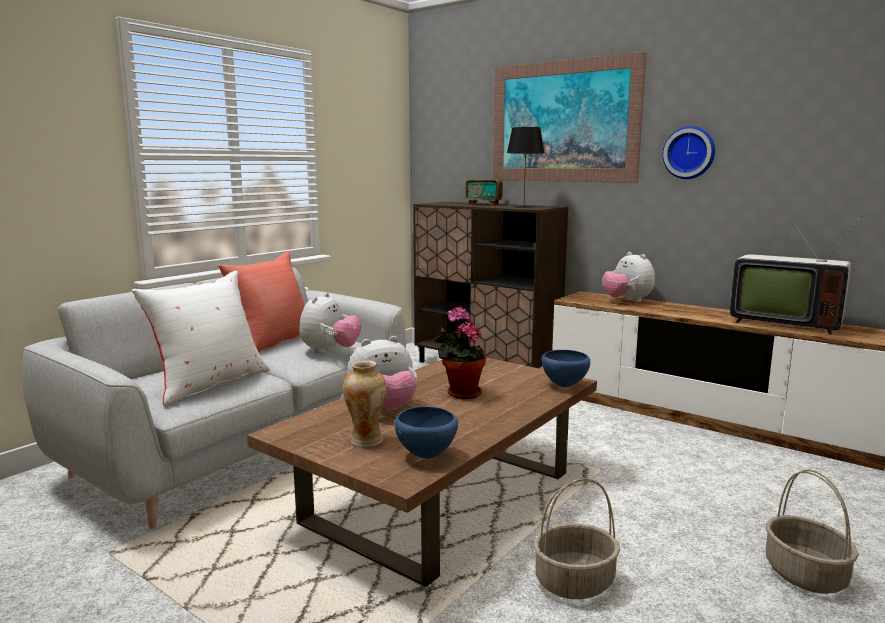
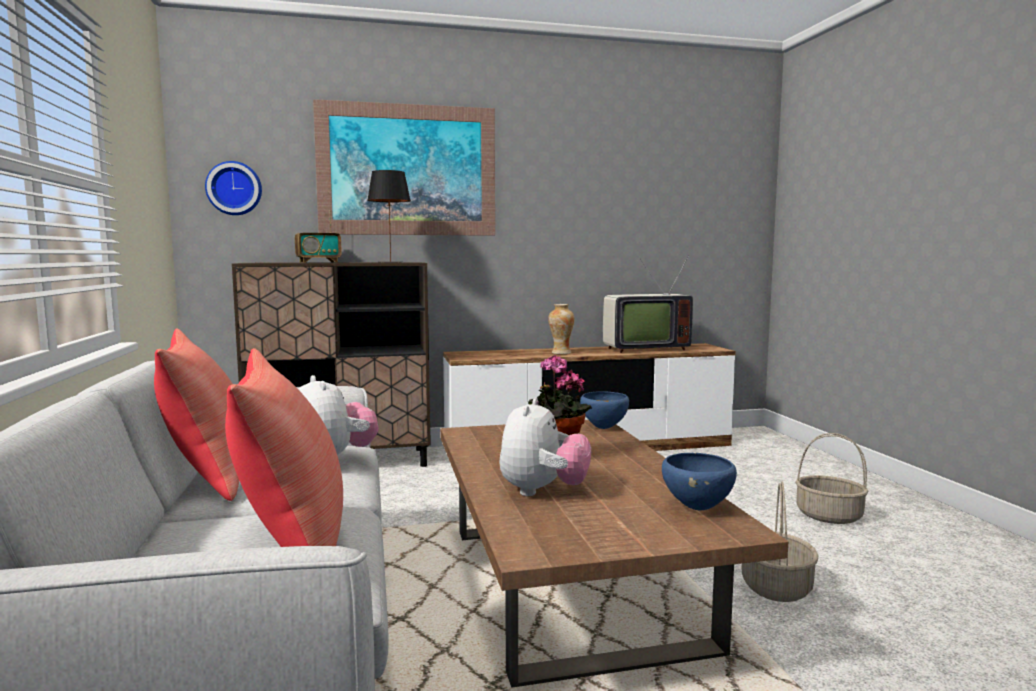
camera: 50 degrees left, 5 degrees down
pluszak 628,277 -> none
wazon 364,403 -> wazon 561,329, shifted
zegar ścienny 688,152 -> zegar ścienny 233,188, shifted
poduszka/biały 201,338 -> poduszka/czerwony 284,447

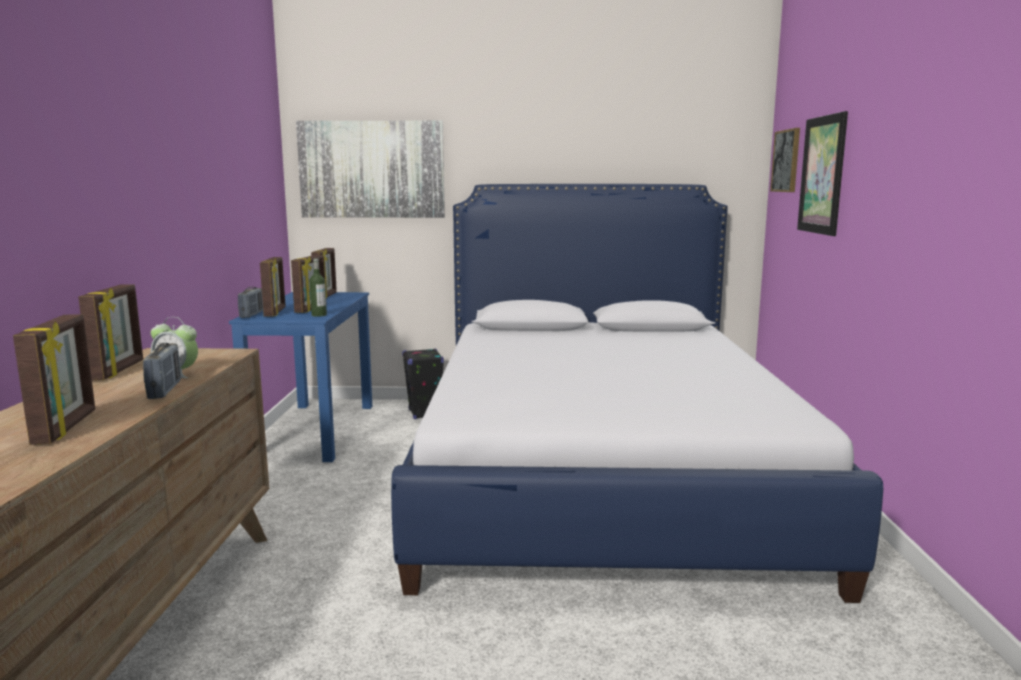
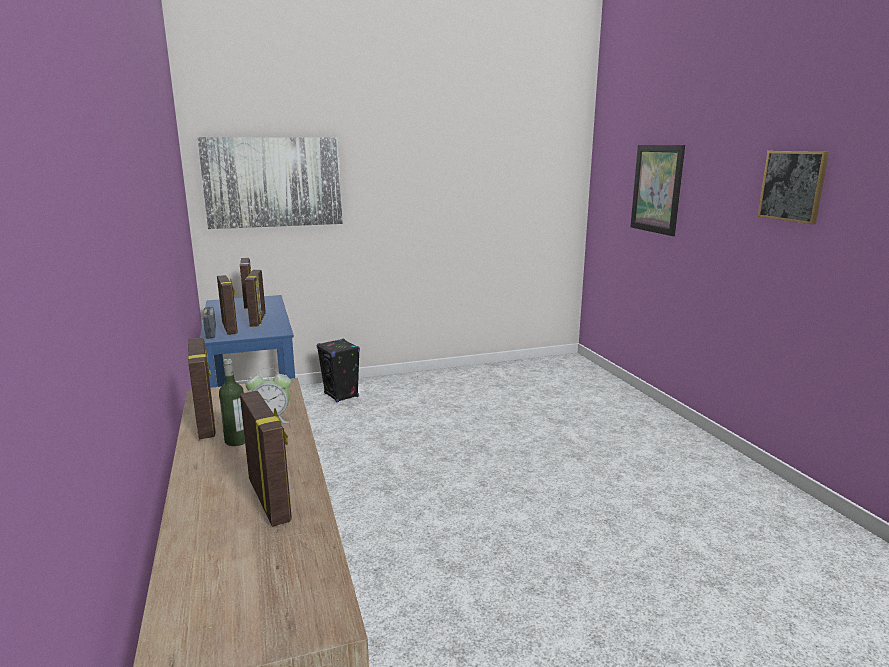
camera: 20 degrees left, 5 degrees up
radio 162,371 -> none
łóżko 637,393 -> none
butelka 318,287 -> butelka 232,402, shifted
obraz 785,160 -> obraz 793,187, shifted

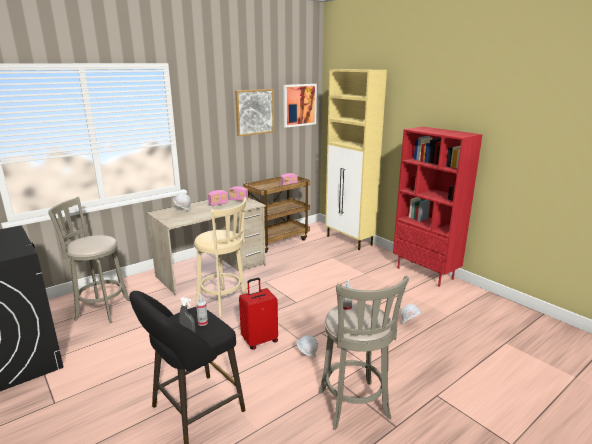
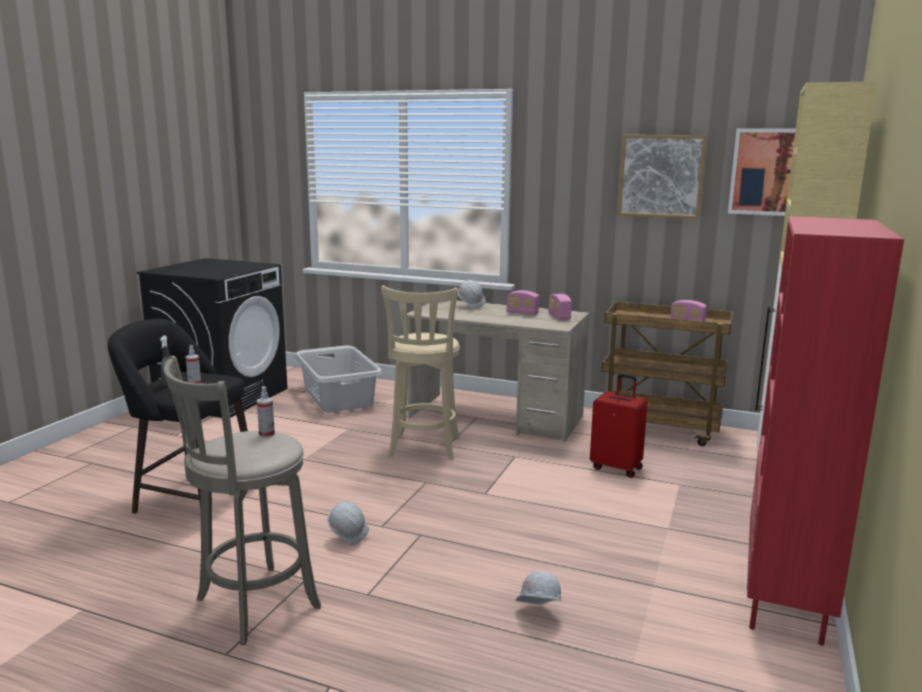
camera: 60 degrees right, 5 degrees down
walizka/czerwony 258,314 -> walizka/czerwony 619,426, shifted
stołek/szary 89,260 -> kosz na pranie/szary 338,379

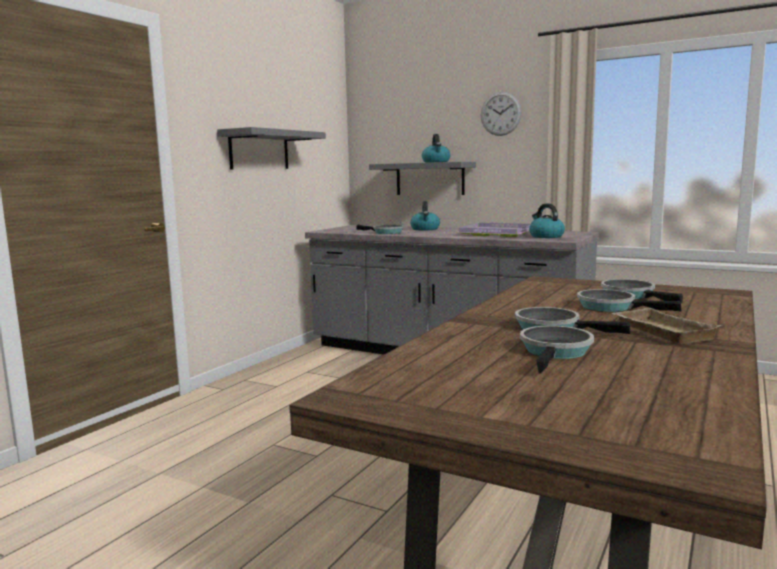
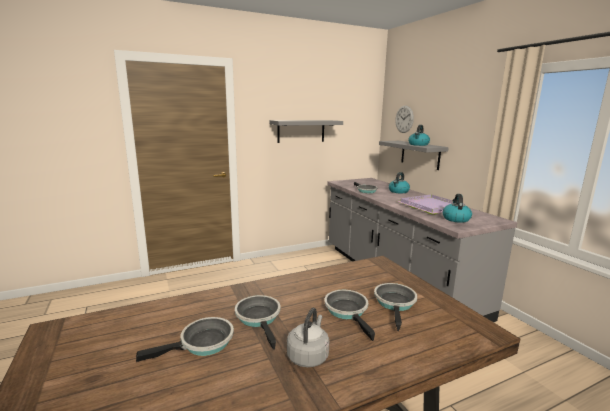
camera: 35 degrees right, 5 degrees up
zegar ścienny 501,114 -> zegar ścienny 404,119, shifted
taca/beżowy 666,326 -> czajnik/szary 308,337

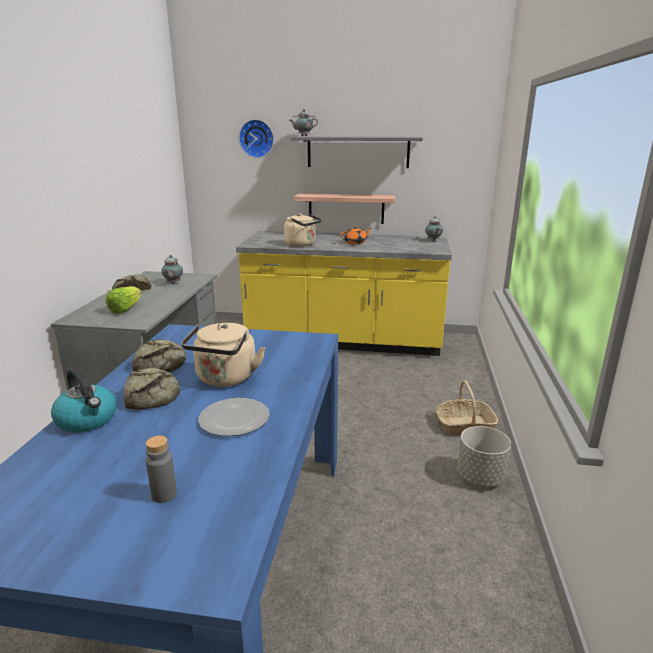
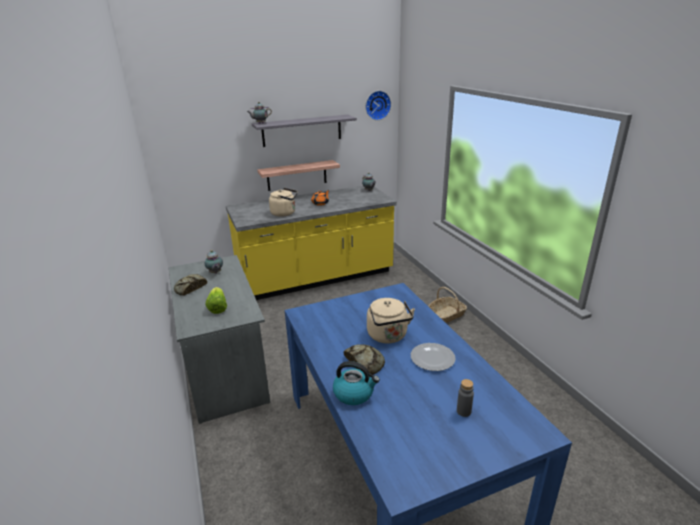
camera: 30 degrees left, 5 degrees up
chleb 159,355 -> none
donica/szary 484,456 -> none
zegar ścienny 256,138 -> zegar ścienny 378,105, shifted

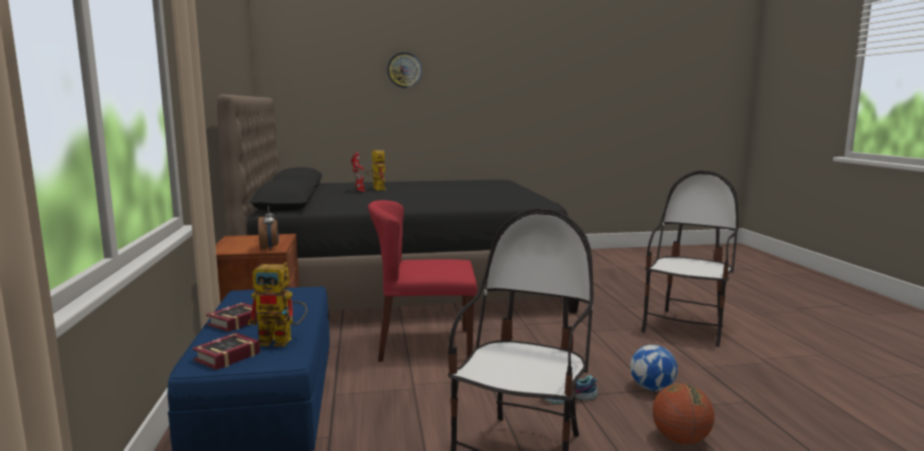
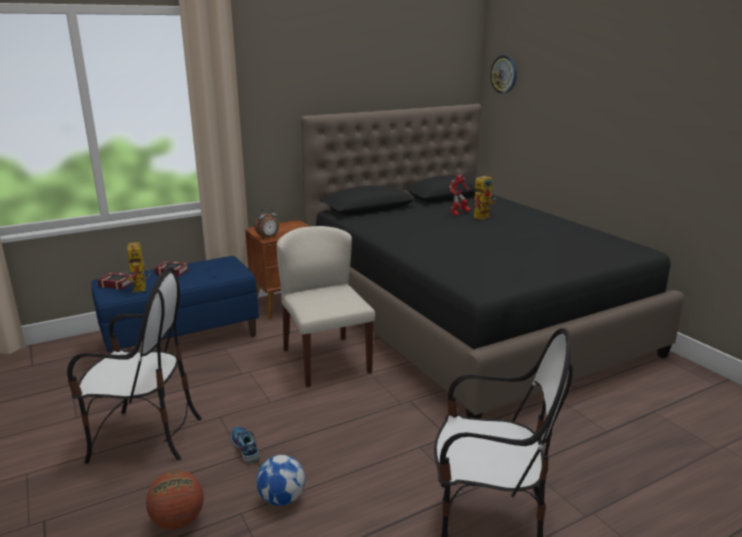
camera: 70 degrees right, 10 degrees up
zegar ścienny 404,70 -> zegar ścienny 503,74, shifted
krzesło/czerwony 422,281 -> krzesło/beżowy 326,306

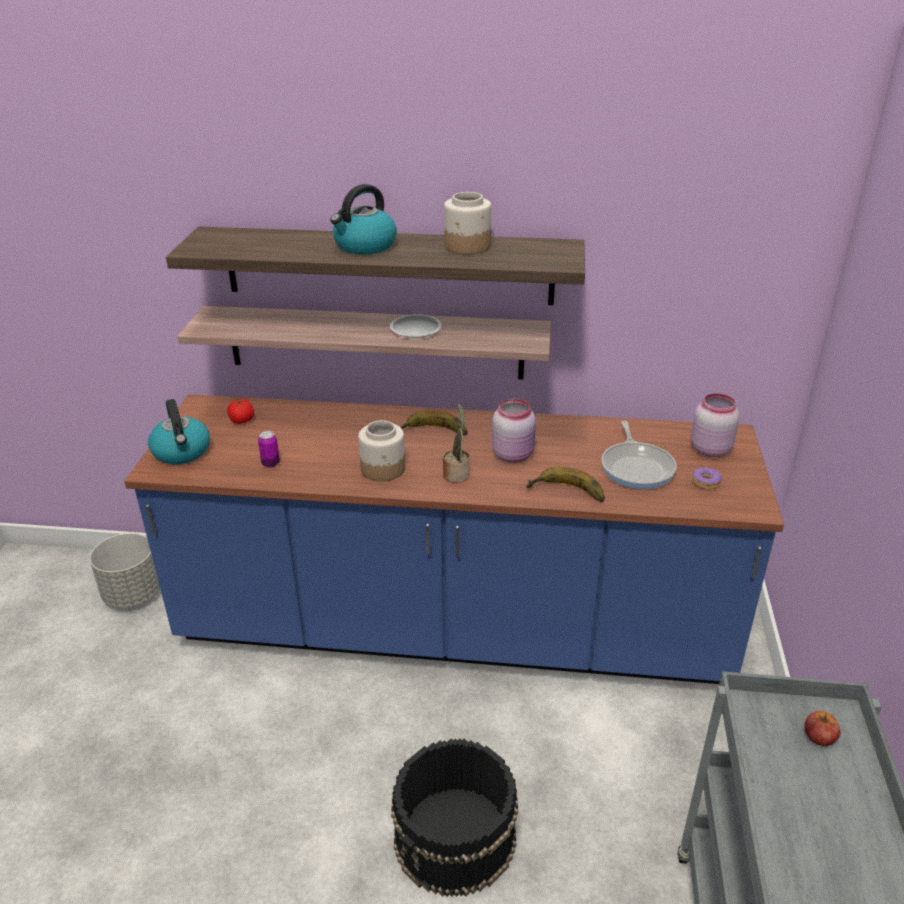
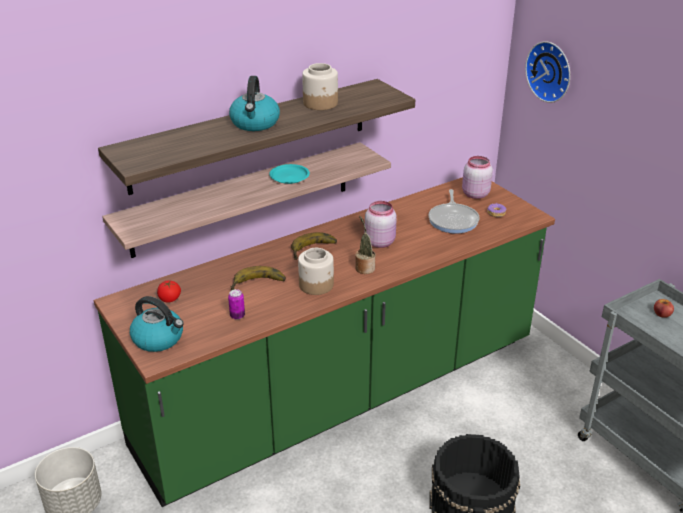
camera: 40 degrees left, 0 degrees up
none -> zegar ścienny 547,72
banan 565,484 -> banan 258,278, shifted
zabudowa kuchenna/niebieski 454,539 -> zabudowa kuchenna/zielony 324,342
talerz/biały 415,326 -> talerz/turkusowy 289,174
patelnia 639,454 -> patelnia 453,211, 45 degrees clockwise

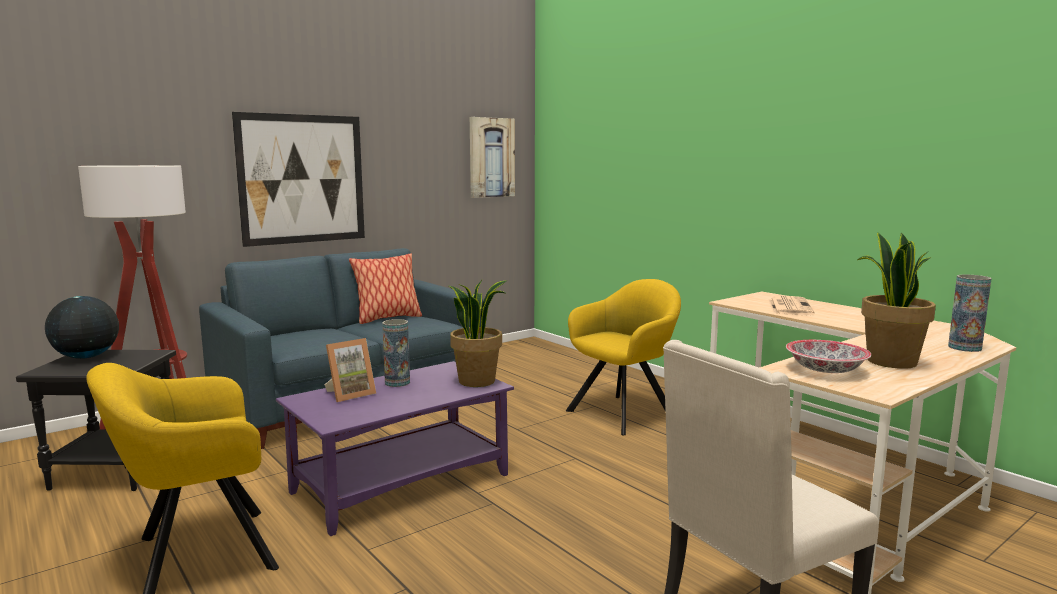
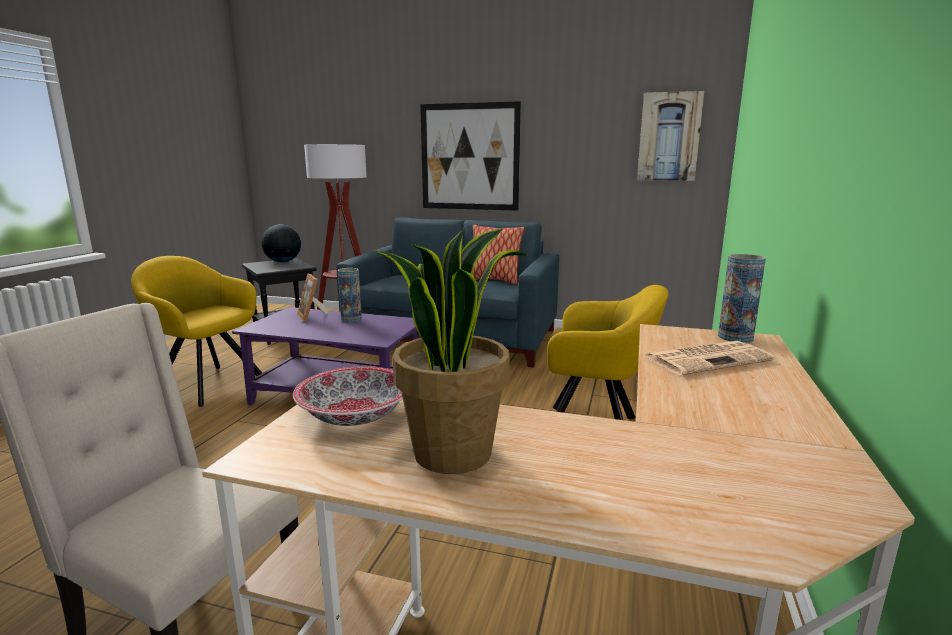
camera: 55 degrees right, 5 degrees up
roślina doniczkowa 478,333 -> none
wazon 970,313 -> wazon 742,298, shifted
ramka na zdjęcie 350,370 -> ramka na zdjęcie 312,298, 45 degrees clockwise

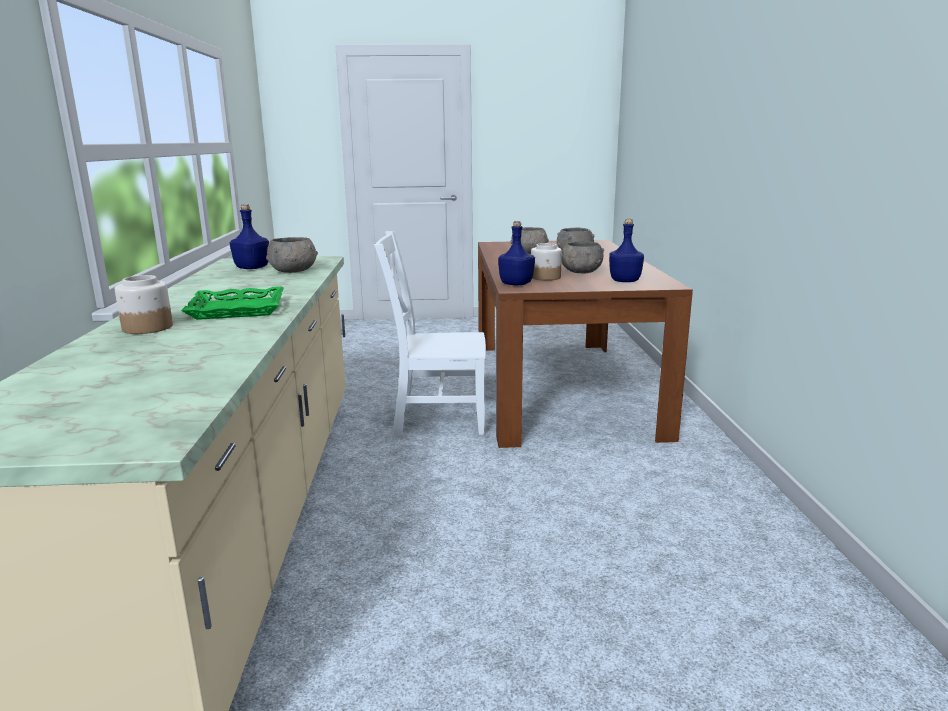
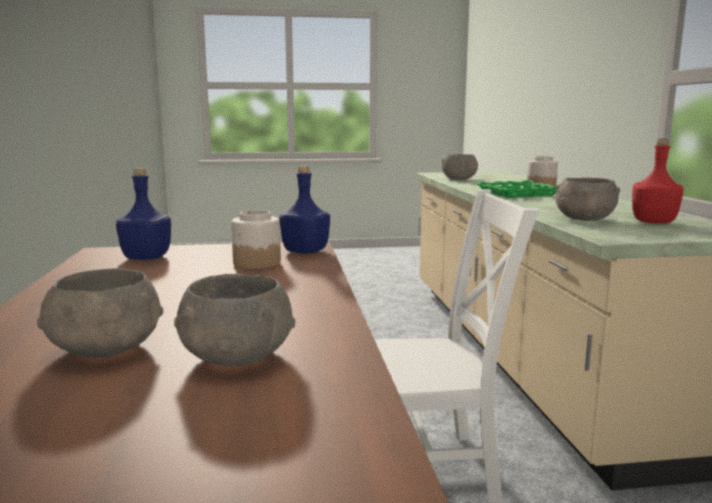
camera: 175 degrees right, 5 degrees down
miska/szary 582,257 -> miska/szary 460,167, shifted
butelka/niebieski 249,236 -> butelka/czerwony 658,181

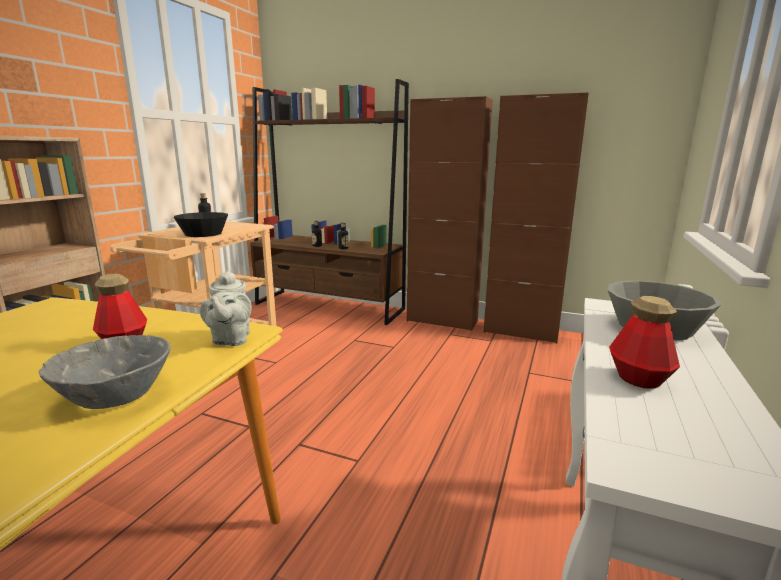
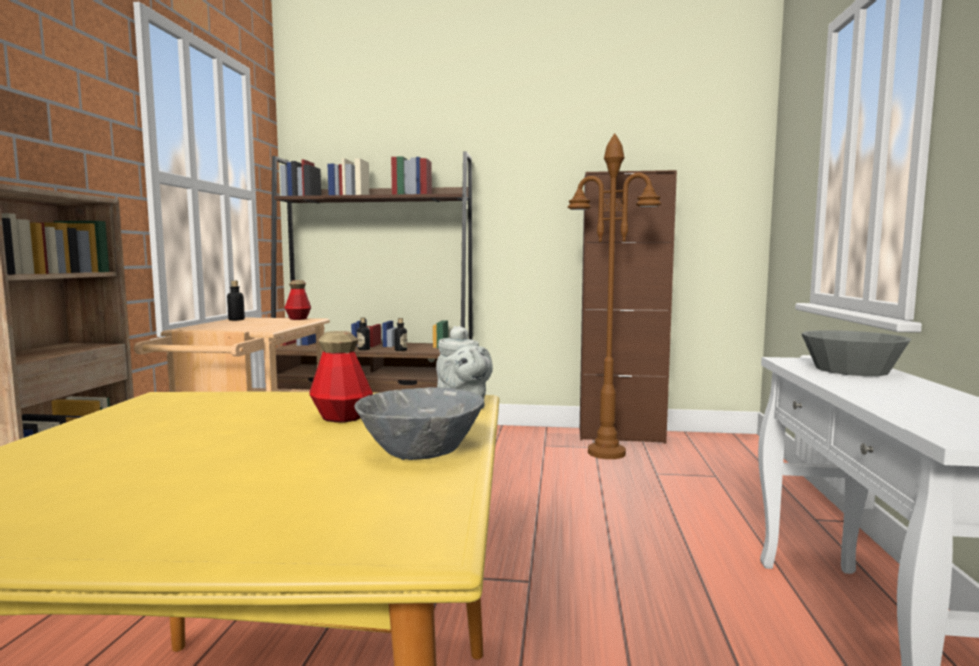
camera: 15 degrees left, 10 degrees down
miska/czarny 201,224 -> none
szafka/brązowy 450,213 -> none
none -> lampa stojąca/brązowy 615,296
butelka 644,342 -> butelka 298,300, shifted

